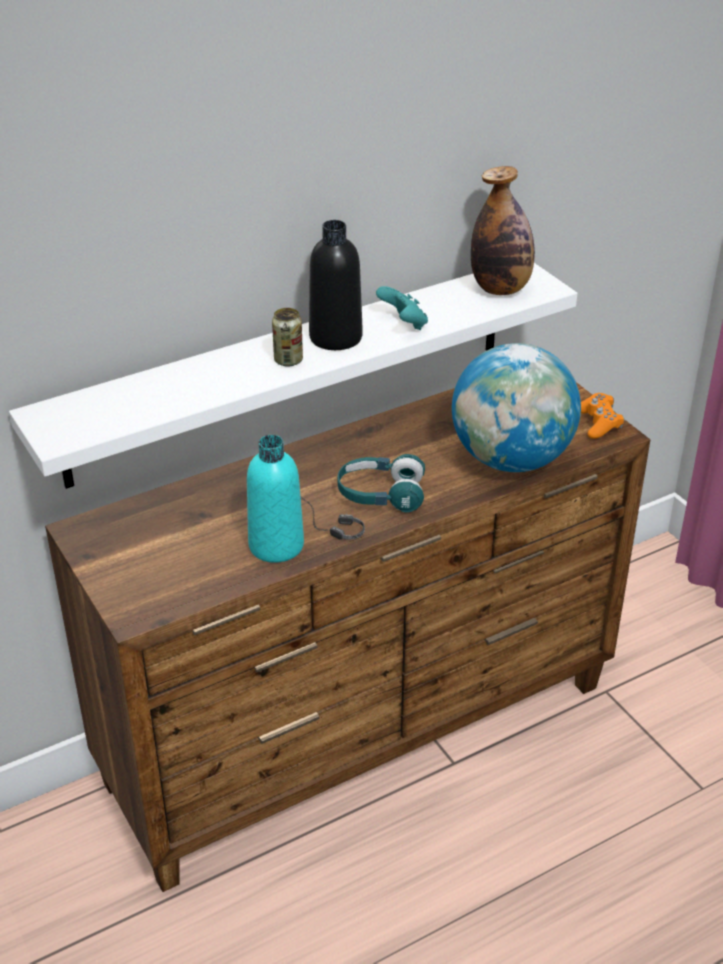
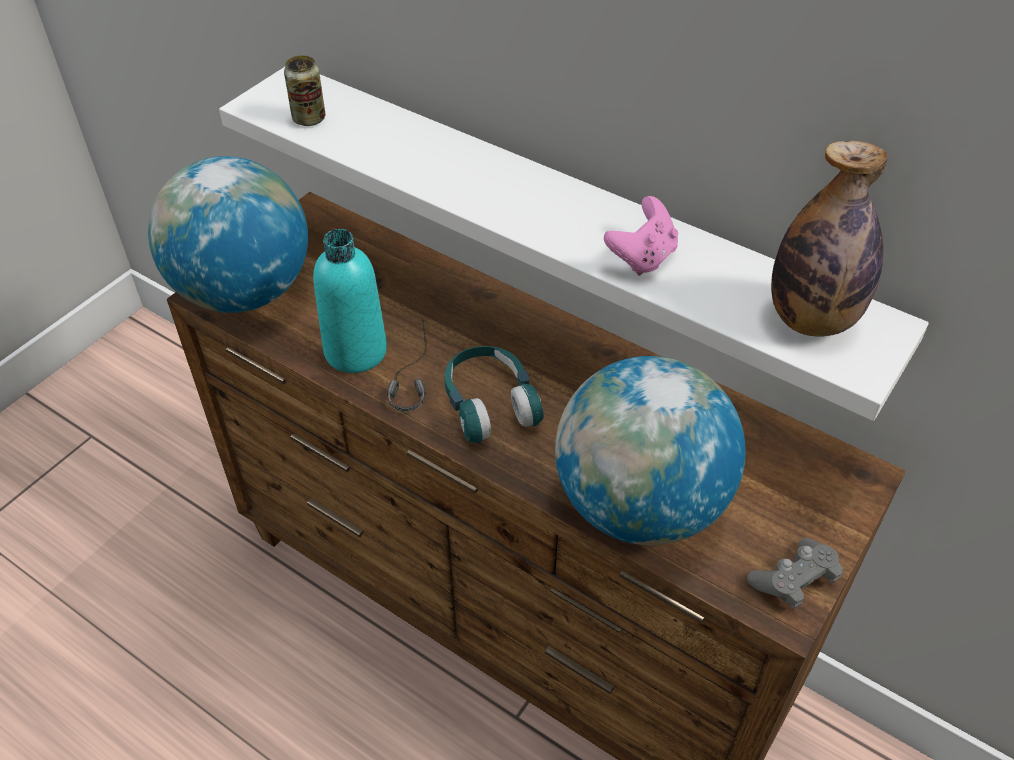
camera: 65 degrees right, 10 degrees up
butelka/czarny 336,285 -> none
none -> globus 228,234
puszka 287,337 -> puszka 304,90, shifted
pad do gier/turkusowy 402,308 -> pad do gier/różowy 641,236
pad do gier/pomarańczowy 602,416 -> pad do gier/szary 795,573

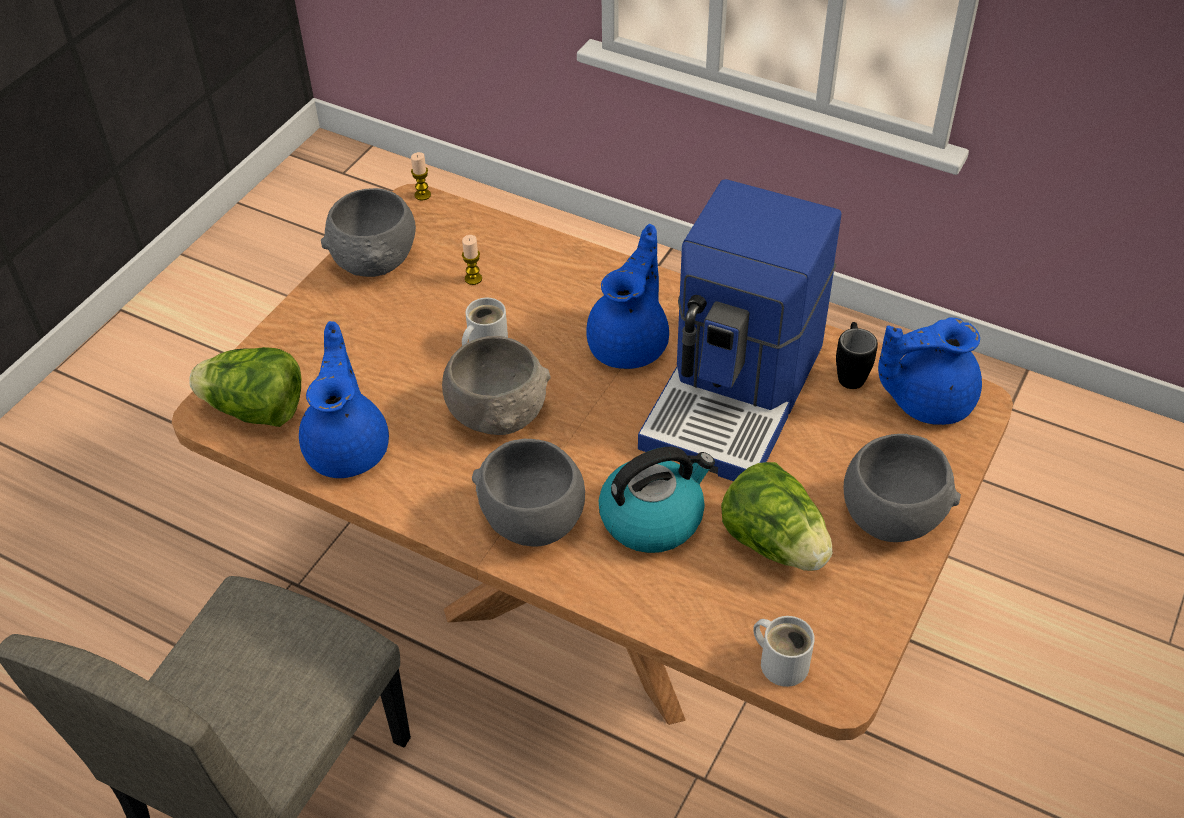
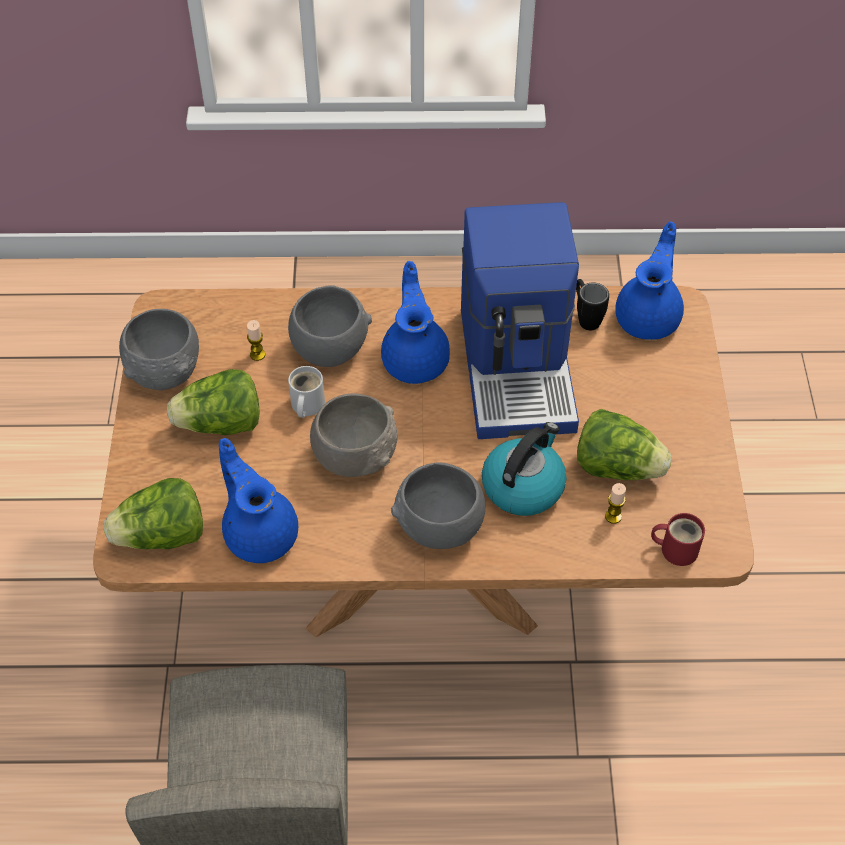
camera: 30 degrees left, 5 degrees up
none -> sałata 213,402
świeca 421,176 -> świeca 615,503, shifted
miska/szary 902,488 -> miska/szary 330,326, shifted
kubek/biały 784,651 -> kubek/czerwony 678,539
imbryk/niebieski 930,371 -> imbryk/niebieski 649,280, 150 degrees clockwise

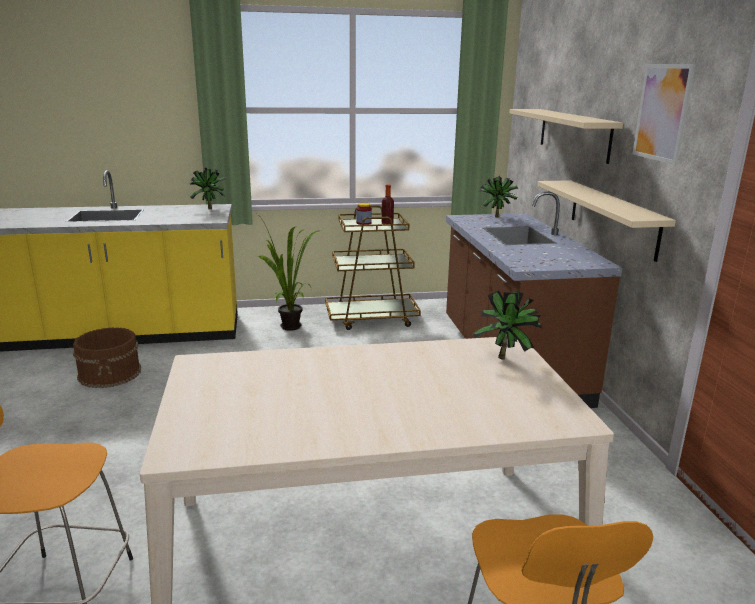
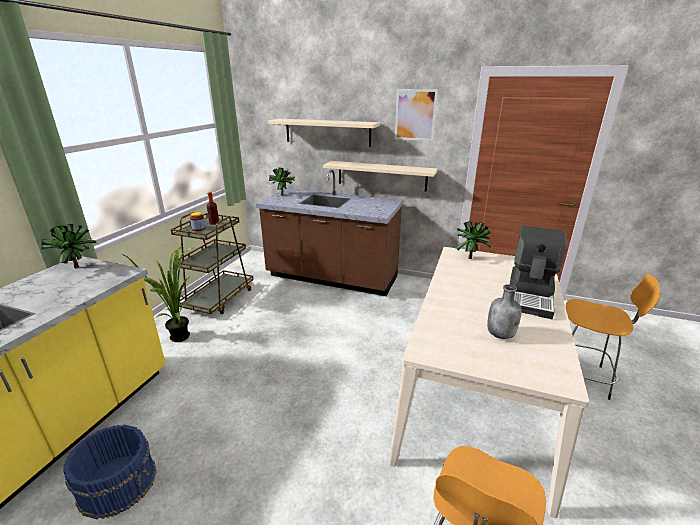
camera: 60 degrees left, 5 degrees up
none -> butelka/szary 504,311
none -> ekspres do kawy 538,272
wiadro/brązowy 107,357 -> wiadro/niebieski 110,471

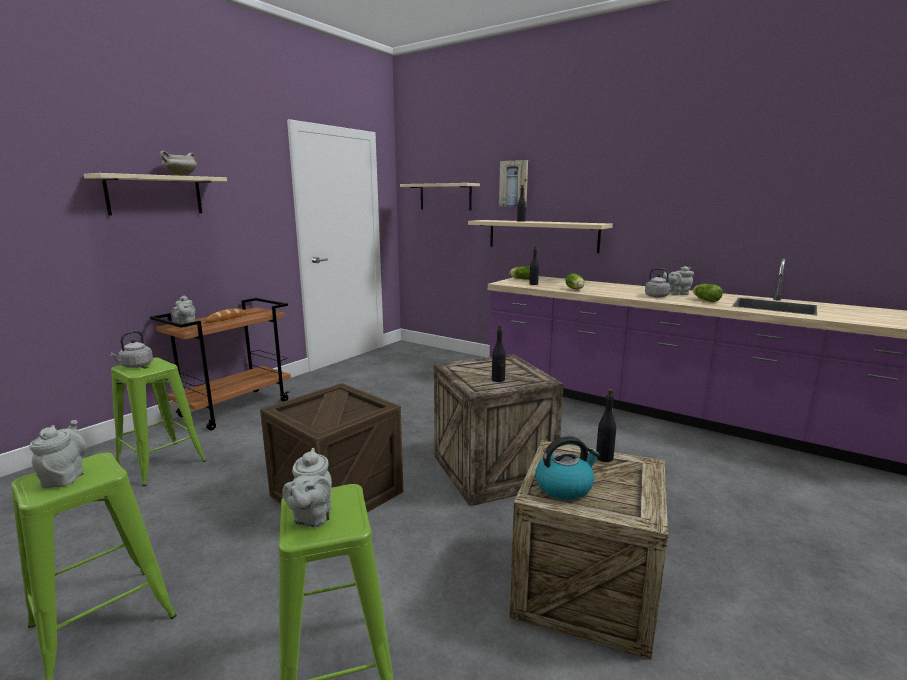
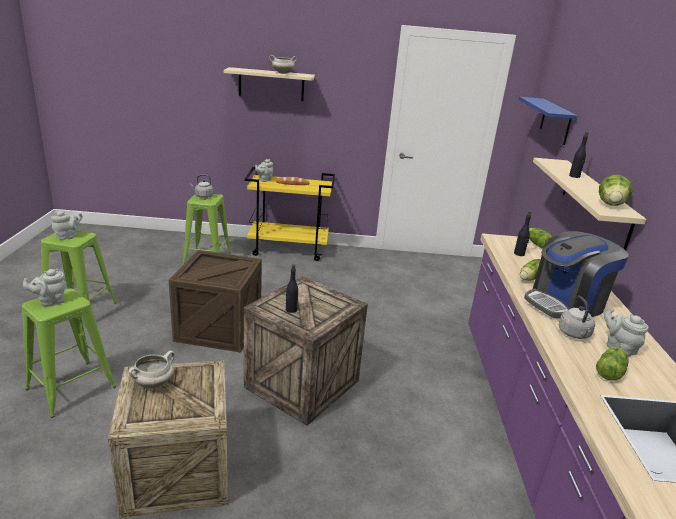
camera: 55 degrees right, 10 degrees up
obraz 513,183 -> none
butelka/czarny 606,425 -> none
none -> ekspres do kawy 576,274
none -> sałata 616,190
czajnik 567,468 -> garnek/biały 151,370
wózek/brązowy 220,364 -> wózek/żółty 290,214
półka/beżowy 440,196 -> półka/niebieski 548,121

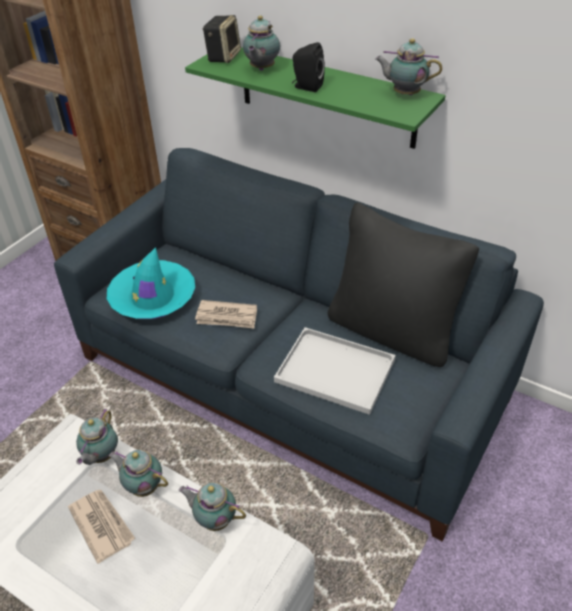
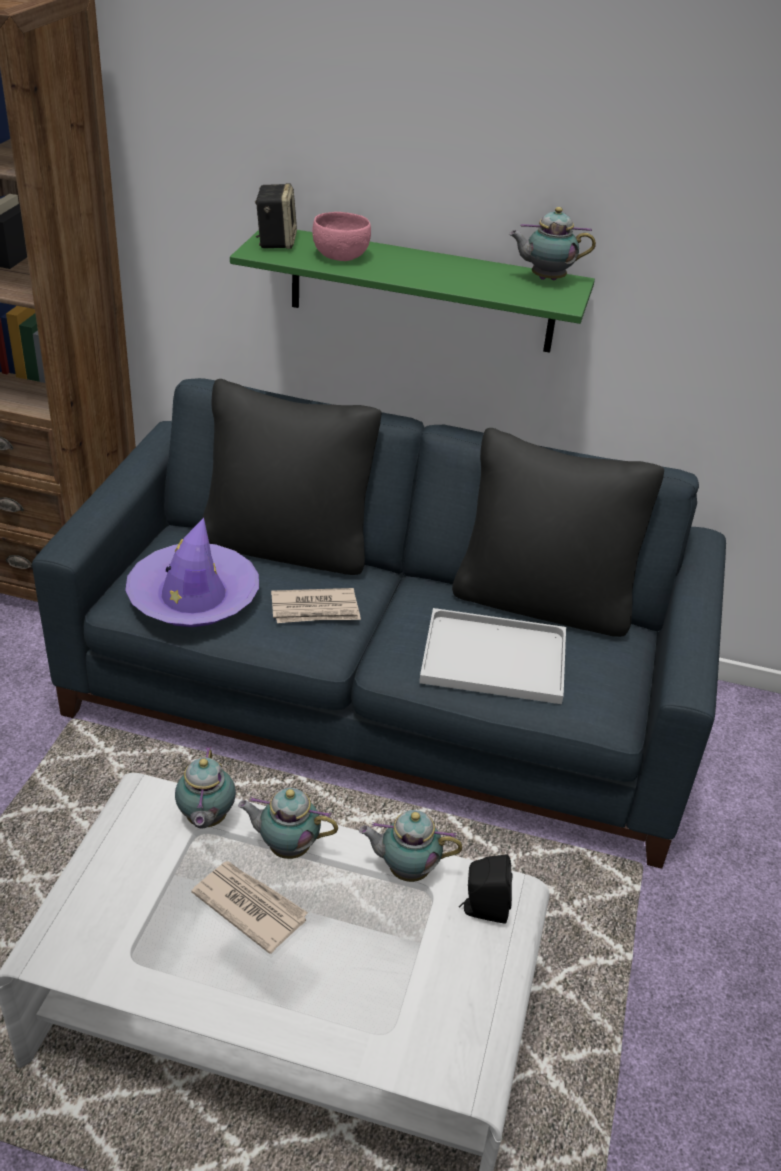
camera: 20 degrees left, 5 degrees down
none -> poduszka/czarny 291,477
głośnik/czarny 308,67 -> głośnik/czarny 486,889, shifted
imbryk 261,43 -> miska/różowy 341,236
kapelusz/turkusowy 151,283 -> kapelusz/fioletowy 192,572

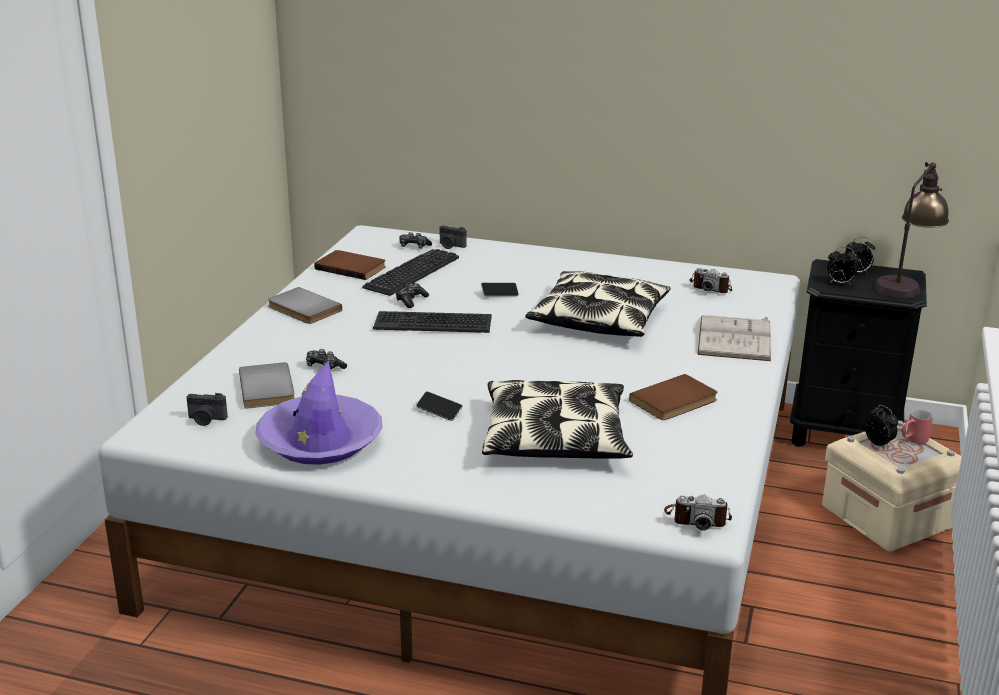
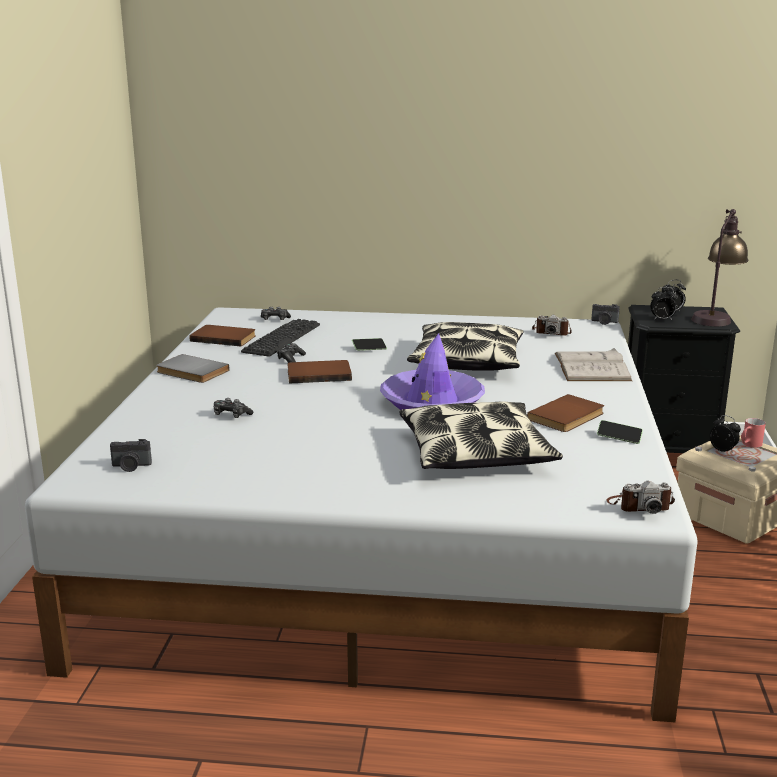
camera: 10 degrees left, 5 degrees down
książka/szary 267,385 -> none
kapelusz/fioletowy 318,413 -> kapelusz/fioletowy 432,371, shifted
telefon 439,406 -> telefon 620,432, shifted
aparat fotograficzny 453,237 -> aparat fotograficzny 605,314, shifted
klawiatura 432,322 -> książka/brązowy 319,371

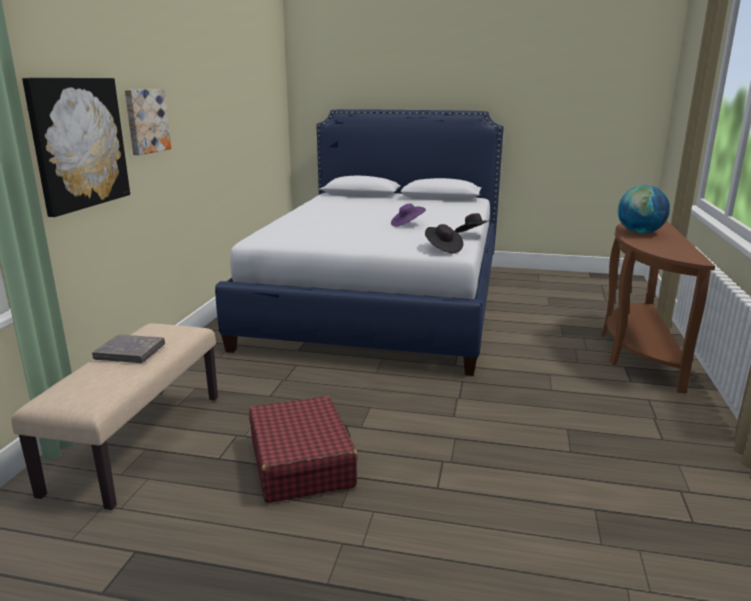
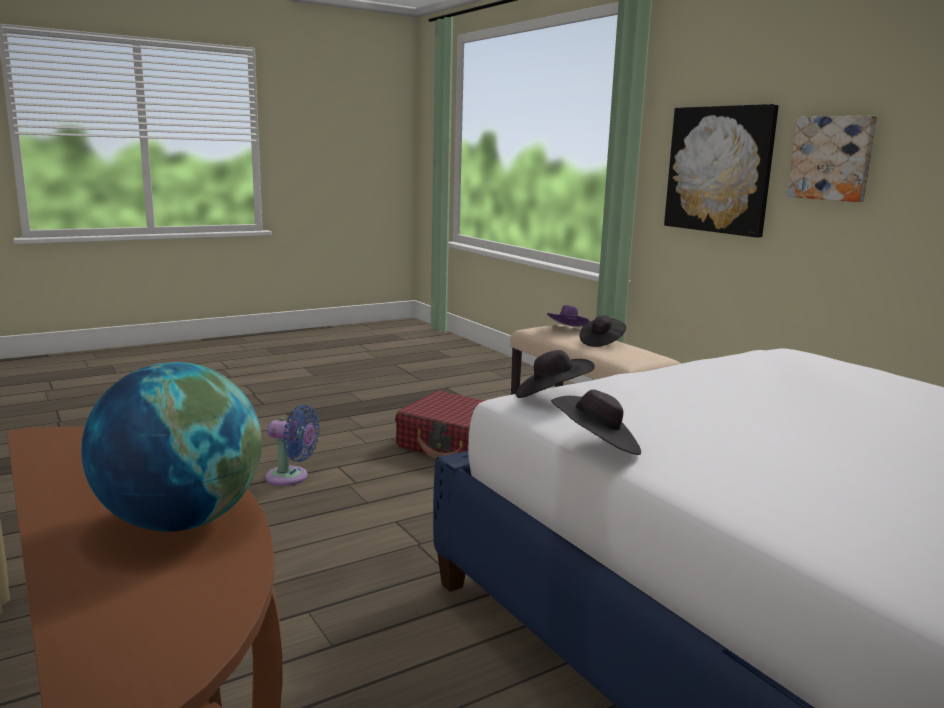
camera: 135 degrees right, 5 degrees down
none -> wentylator/niebieski 292,445
kapelusz/fioletowy 408,215 -> kapelusz/fioletowy 568,316, shifted
książka/szary 128,348 -> kapelusz/czarny 603,331

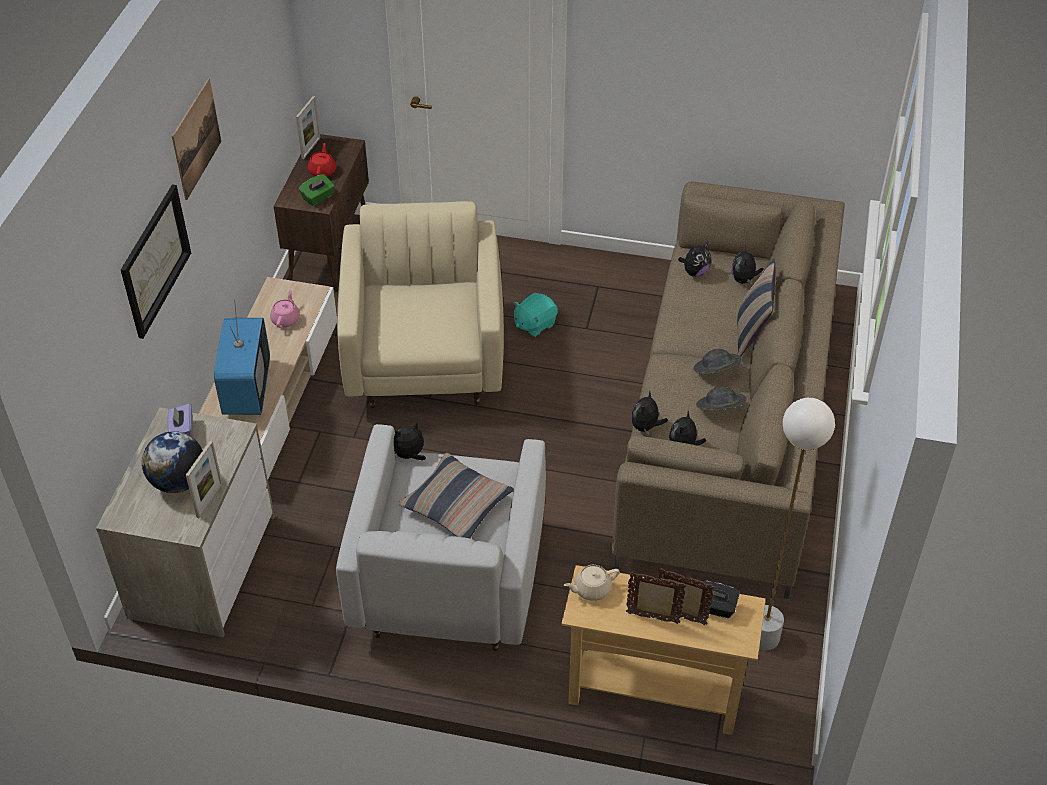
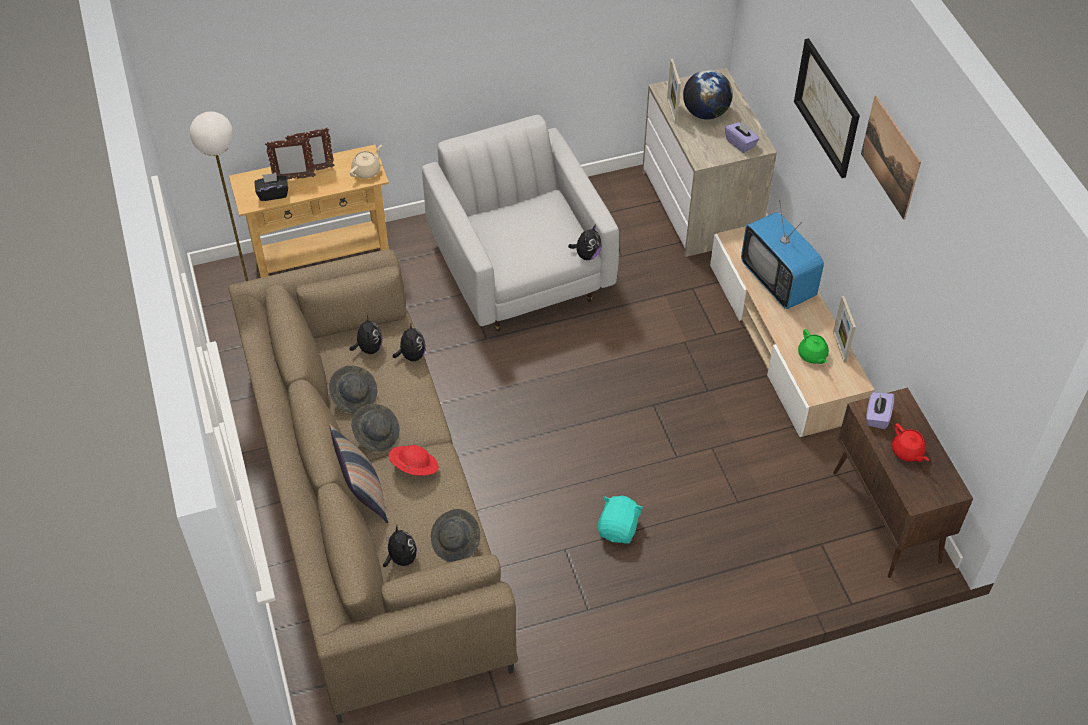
camera: 150 degrees right, 5 degrees up
fotel/beżowy 420,304 -> none
poduszka 456,495 -> none
none -> kapelusz/czerwony 414,460
ramka na zdjęcie 308,127 -> ramka na zdjęcie 844,329, shifted
pluszak 694,259 -> kapelusz/szary 455,535
imbryk/różowy 285,309 -> imbryk/zielony 813,346
pudełko chusteczek/zielony 317,190 -> pudełko chusteczek/fioletowy 880,410

